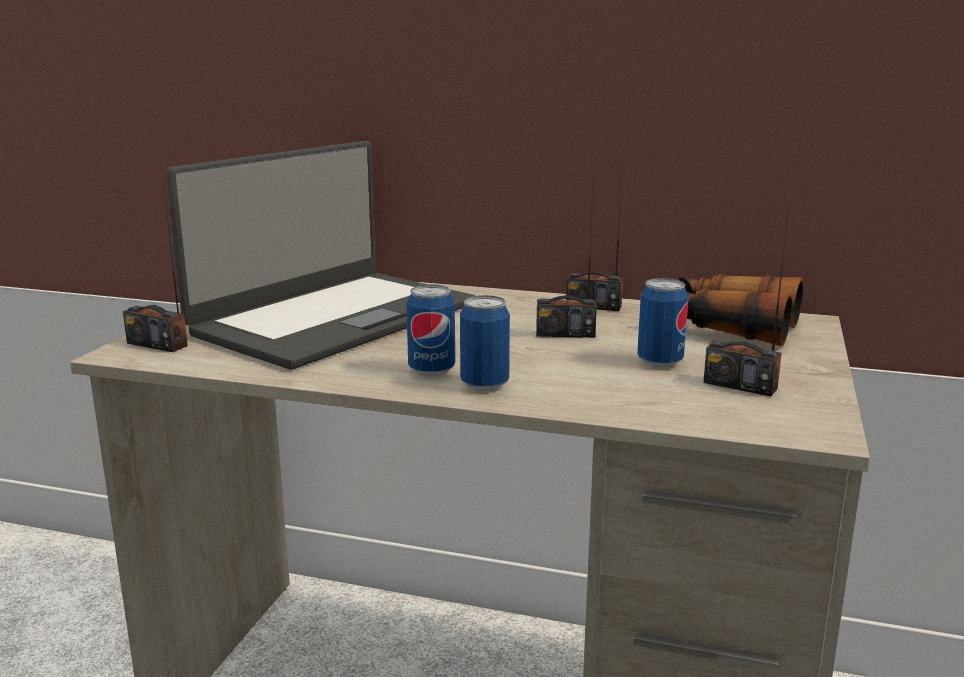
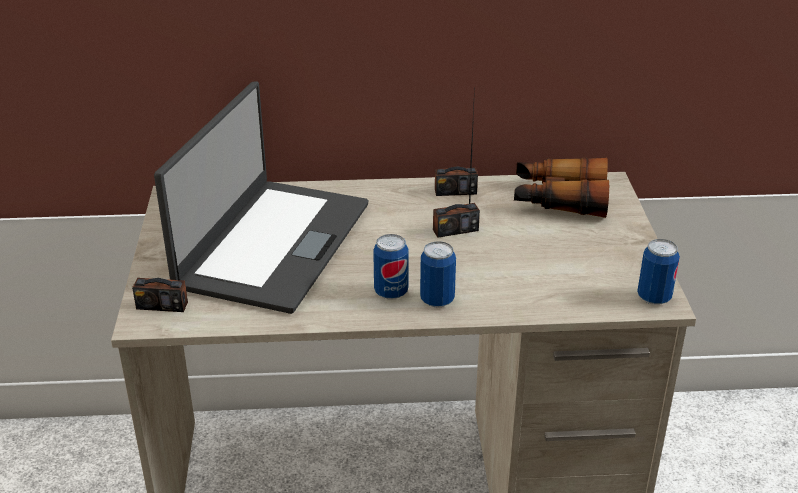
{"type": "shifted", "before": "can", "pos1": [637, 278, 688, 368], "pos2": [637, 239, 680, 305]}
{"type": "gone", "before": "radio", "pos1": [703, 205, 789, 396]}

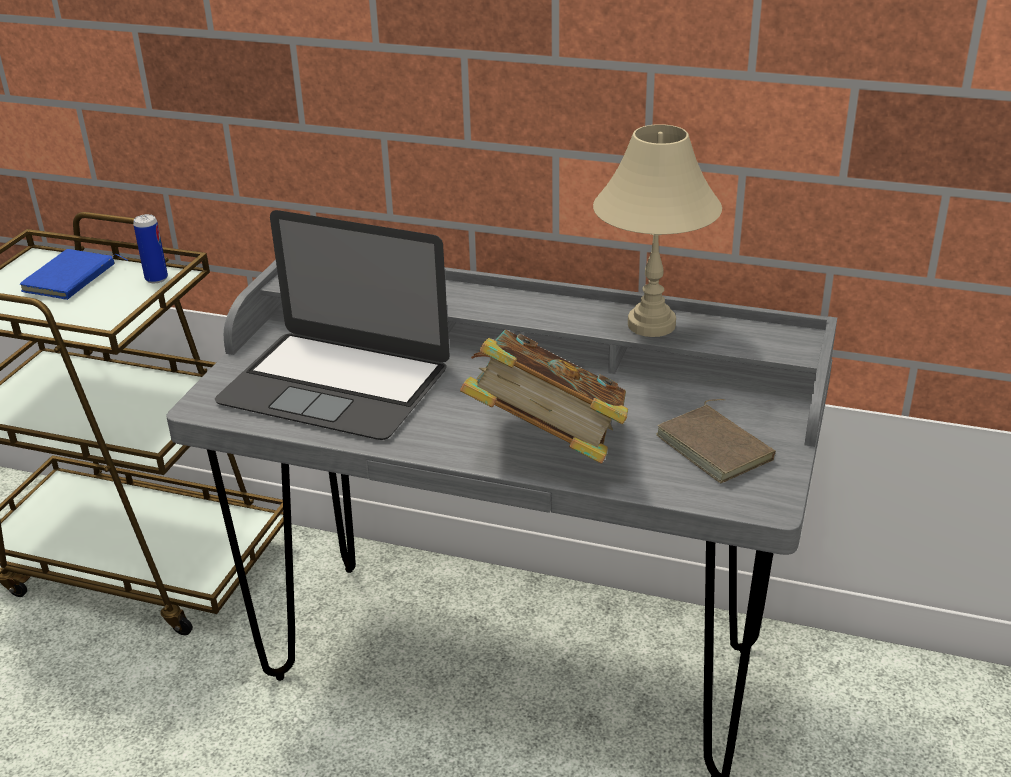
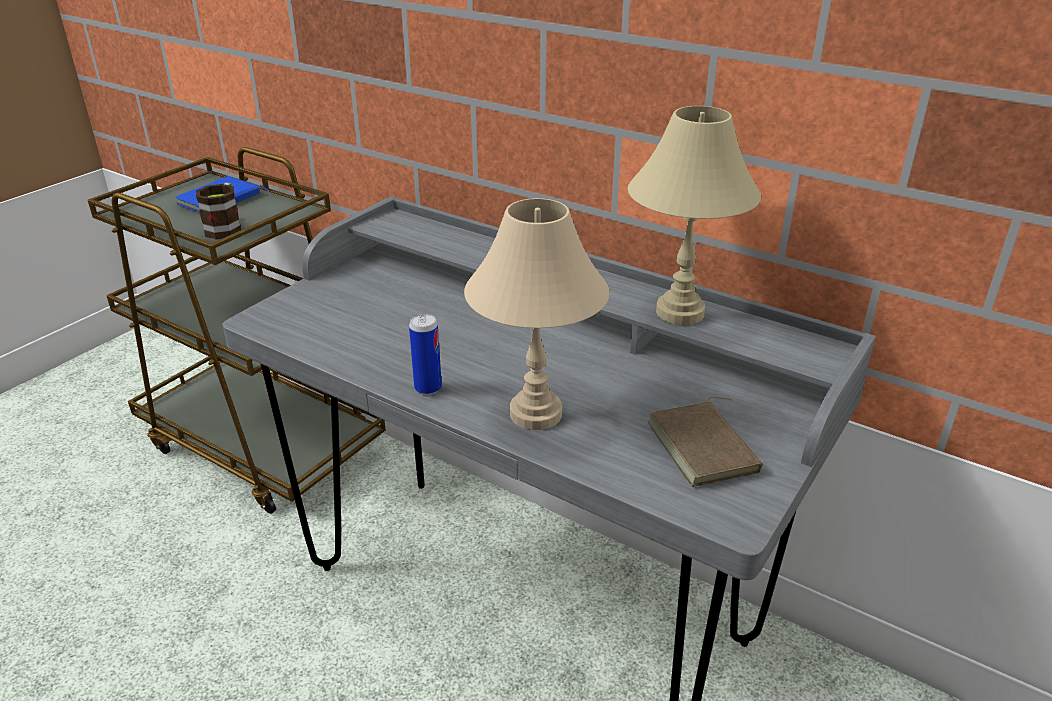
{"type": "shifted", "before": "can", "pos1": [133, 214, 168, 283], "pos2": [409, 314, 442, 395]}
{"type": "gone", "before": "laptop", "pos1": [215, 210, 450, 440]}
{"type": "swapped", "before": "book", "after": "table lamp/beige", "pos1": [460, 330, 628, 464], "pos2": [464, 198, 610, 430]}
{"type": "new", "after": "mug", "pos2": [196, 183, 242, 239]}

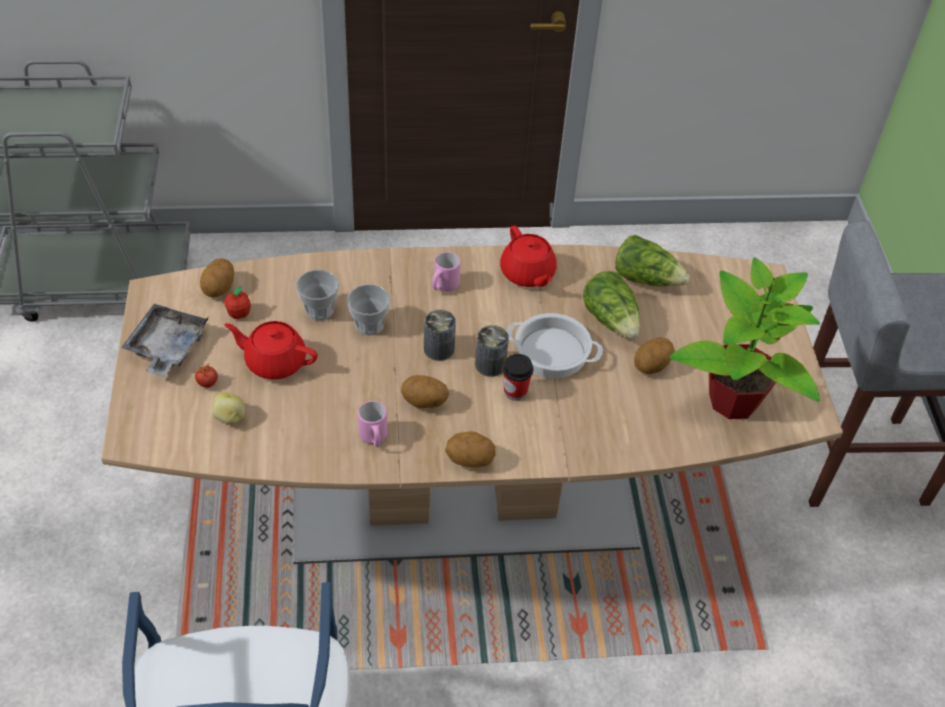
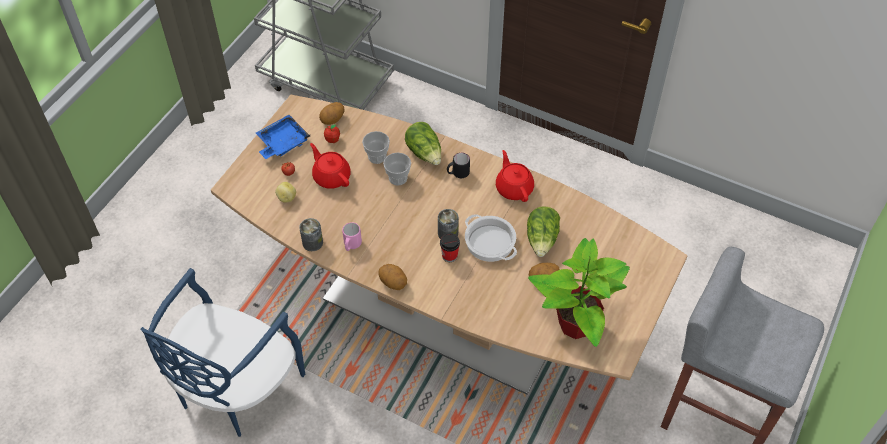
{"type": "repainted", "before": "tray/grey", "after": "tray/blue", "pos1": [121, 304, 208, 377], "pos2": [256, 115, 310, 159]}
{"type": "gone", "before": "potato", "pos1": [401, 375, 449, 408]}
{"type": "shifted", "before": "can", "pos1": [424, 310, 456, 361], "pos2": [299, 218, 323, 251]}
{"type": "repainted", "before": "mug/pink", "after": "mug/black", "pos1": [432, 252, 461, 291], "pos2": [447, 153, 470, 178]}
{"type": "rotated", "before": "teapot/red", "pos1": [500, 226, 557, 287], "pos2": [496, 150, 534, 202], "turn": 150}
{"type": "shifted", "before": "lettuce", "pos1": [615, 235, 690, 286], "pos2": [405, 122, 441, 165]}

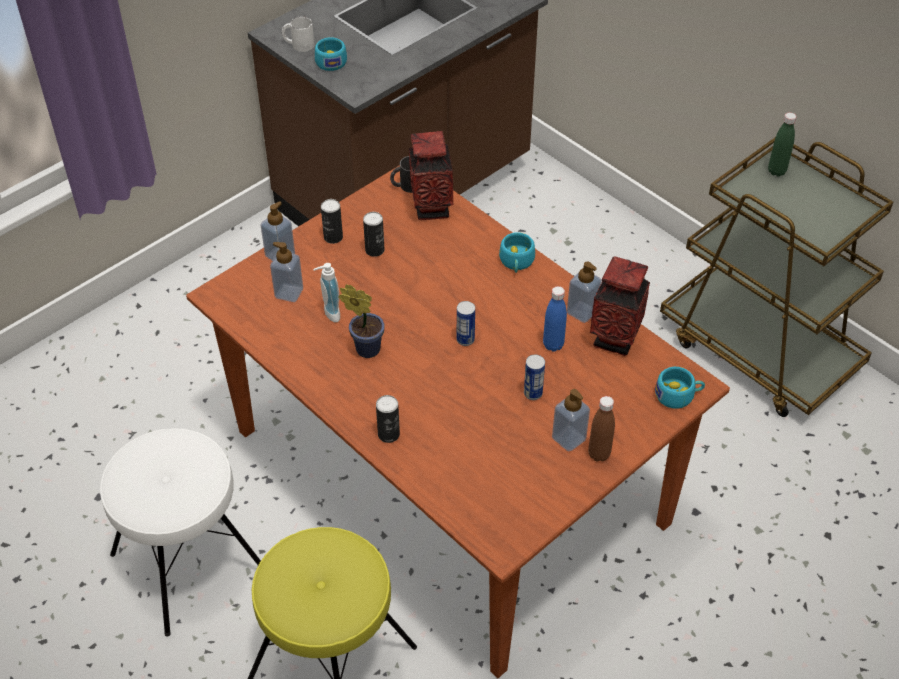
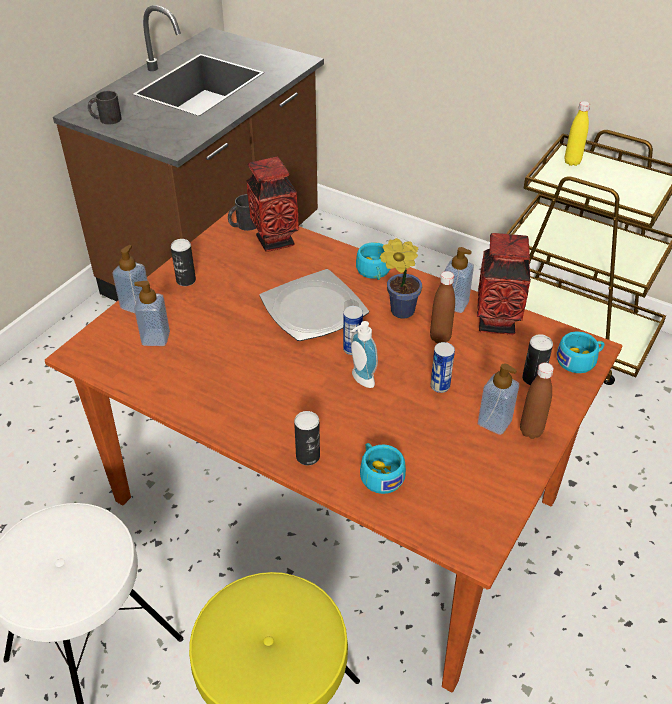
{"type": "repainted", "before": "mug/white", "after": "mug/black", "pos1": [282, 16, 314, 52], "pos2": [88, 91, 122, 125]}
{"type": "shifted", "before": "soap dispenser", "pos1": [313, 263, 340, 322], "pos2": [351, 321, 378, 388]}
{"type": "shifted", "before": "cup/turquoise", "pos1": [315, 37, 347, 71], "pos2": [360, 443, 406, 494]}
{"type": "shifted", "before": "potted plant", "pos1": [339, 284, 385, 358], "pos2": [380, 238, 422, 319]}
{"type": "shifted", "before": "can", "pos1": [363, 212, 385, 257], "pos2": [522, 334, 553, 385]}
{"type": "repainted", "before": "bottle/blue", "after": "bottle/brown", "pos1": [543, 286, 567, 352], "pos2": [430, 271, 455, 343]}
{"type": "repainted", "before": "bottle/green", "after": "bottle/yellow", "pos1": [768, 112, 796, 176], "pos2": [564, 101, 590, 166]}
{"type": "new", "after": "plate", "pos2": [259, 269, 369, 341]}

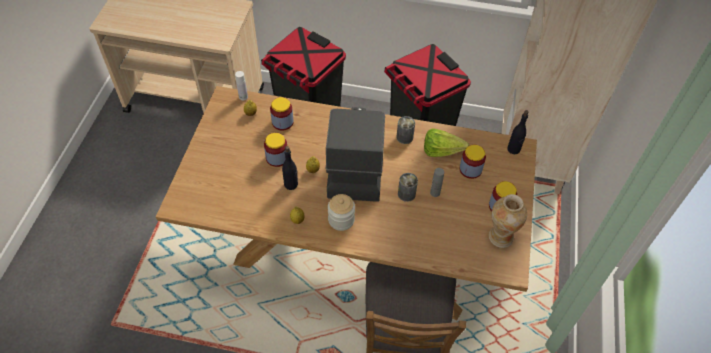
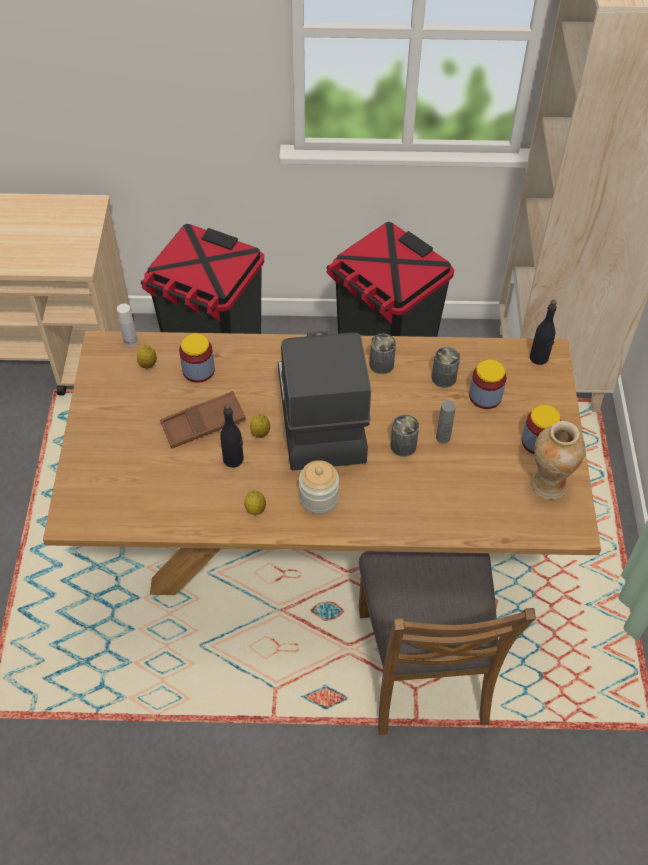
{"type": "swapped", "before": "jar", "after": "tray/brown", "pos1": [264, 133, 287, 167], "pos2": [160, 391, 246, 448]}
{"type": "swapped", "before": "lettuce", "after": "can", "pos1": [424, 128, 469, 157], "pos2": [432, 347, 460, 388]}

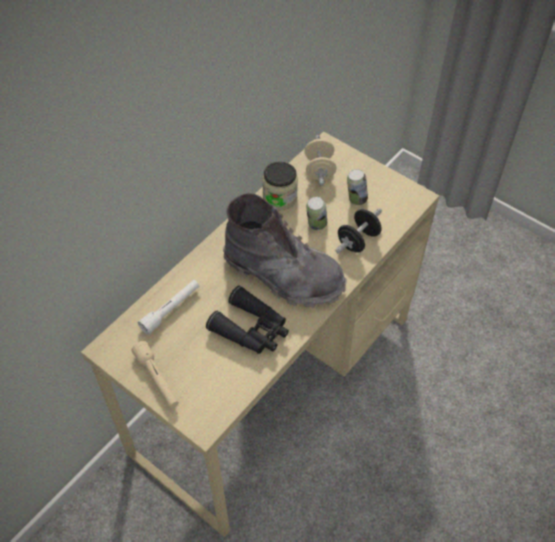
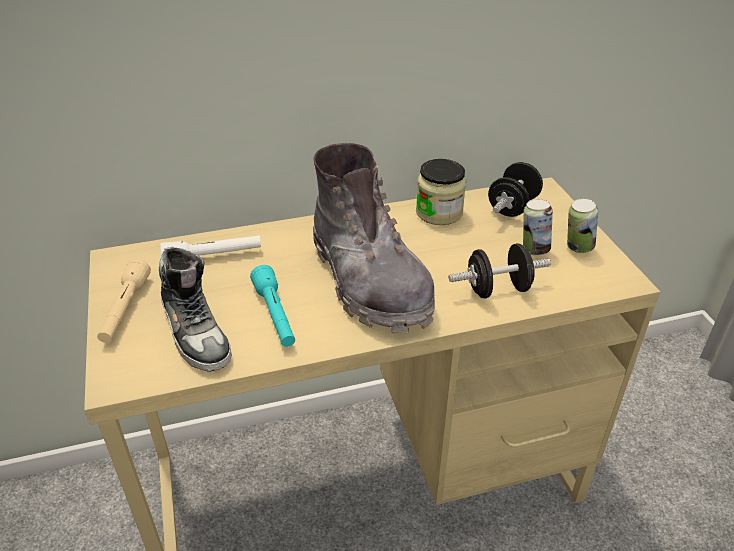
{"type": "swapped", "before": "binoculars/black", "after": "flashlight/turquoise", "pos1": [206, 286, 289, 354], "pos2": [250, 265, 295, 347]}
{"type": "repainted", "before": "dumbbell/beige", "after": "dumbbell/black", "pos1": [304, 135, 337, 186], "pos2": [488, 162, 543, 217]}
{"type": "shifted", "before": "can", "pos1": [306, 197, 327, 230], "pos2": [567, 198, 598, 253]}
{"type": "new", "after": "shoe", "pos2": [159, 247, 232, 372]}

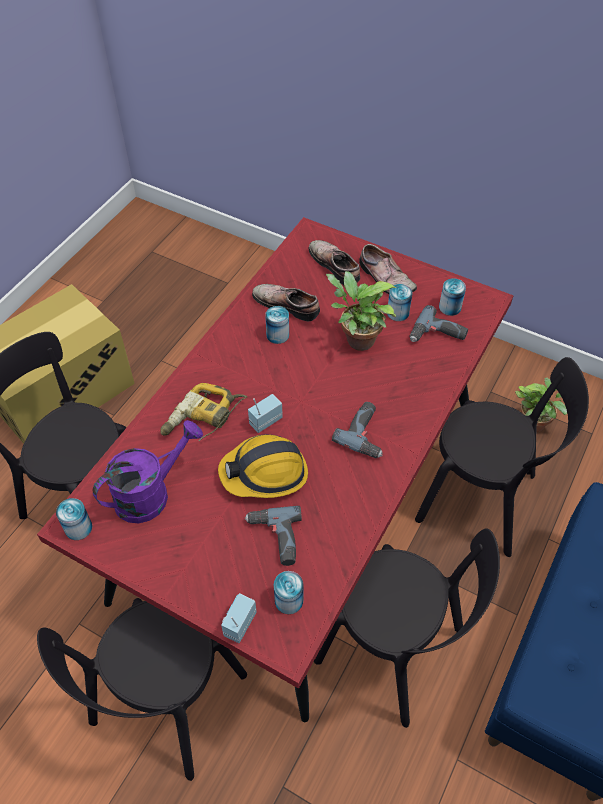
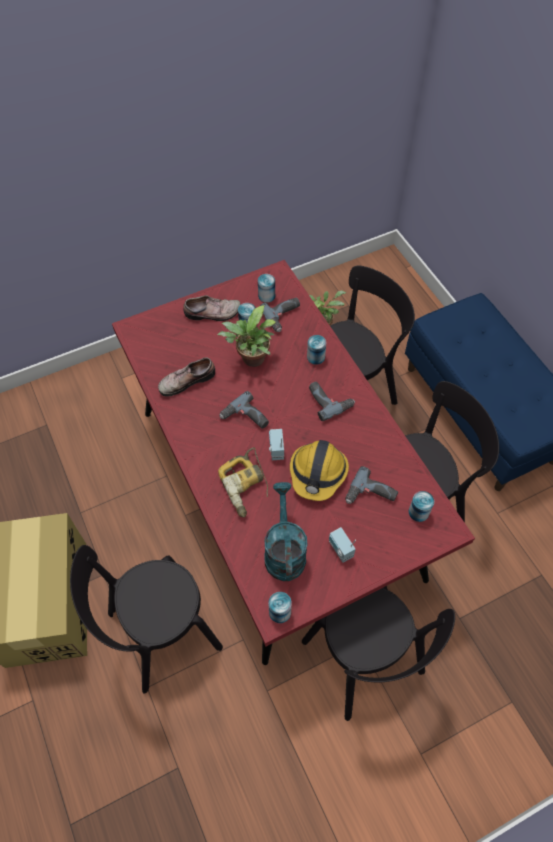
{"type": "repainted", "before": "watering can/purple", "after": "watering can/turquoise", "pos1": [93, 420, 203, 523], "pos2": [264, 482, 308, 581]}
{"type": "shifted", "before": "radio", "pos1": [221, 593, 257, 643], "pos2": [329, 527, 356, 563]}
{"type": "shifted", "before": "can", "pos1": [265, 306, 289, 344], "pos2": [307, 335, 326, 365]}
{"type": "gone", "before": "shoe", "pos1": [309, 240, 360, 285]}
{"type": "new", "after": "power drill", "pos2": [219, 391, 269, 428]}

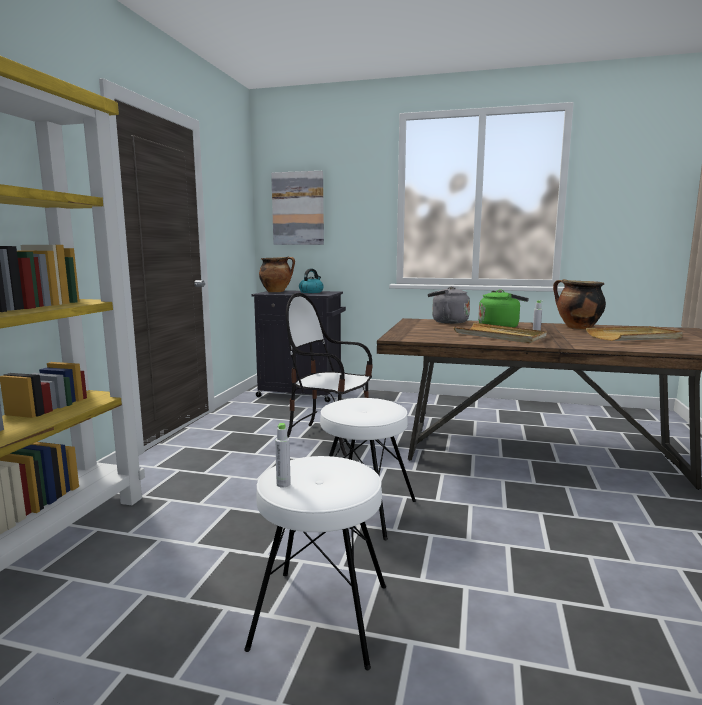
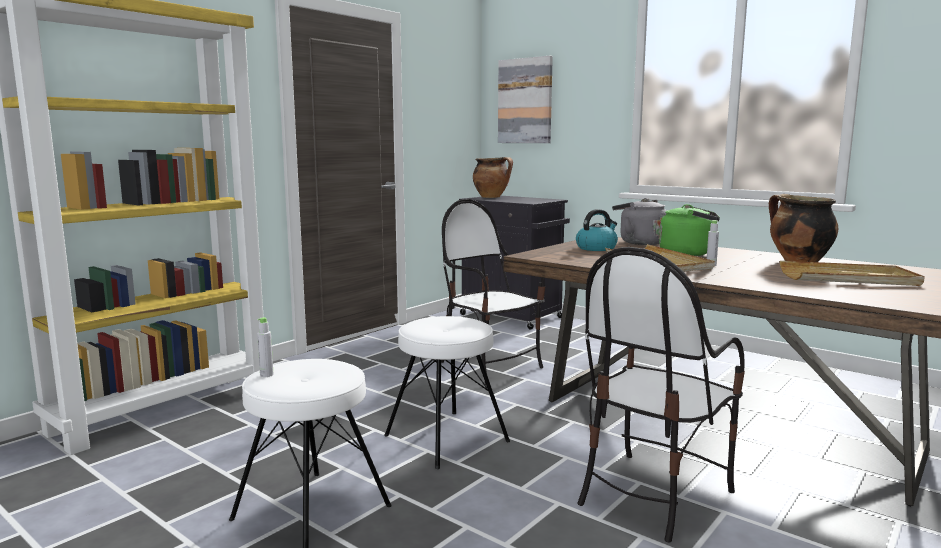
{"type": "shifted", "before": "kettle", "pos1": [299, 269, 324, 293], "pos2": [576, 209, 618, 251]}
{"type": "new", "after": "chair", "pos2": [577, 247, 745, 542]}

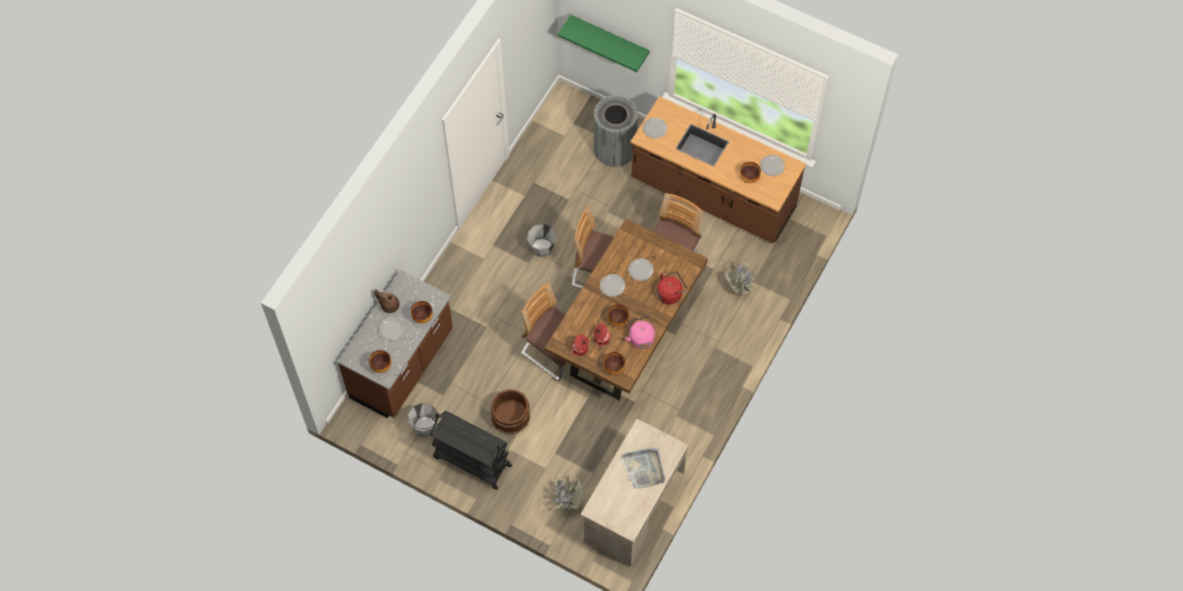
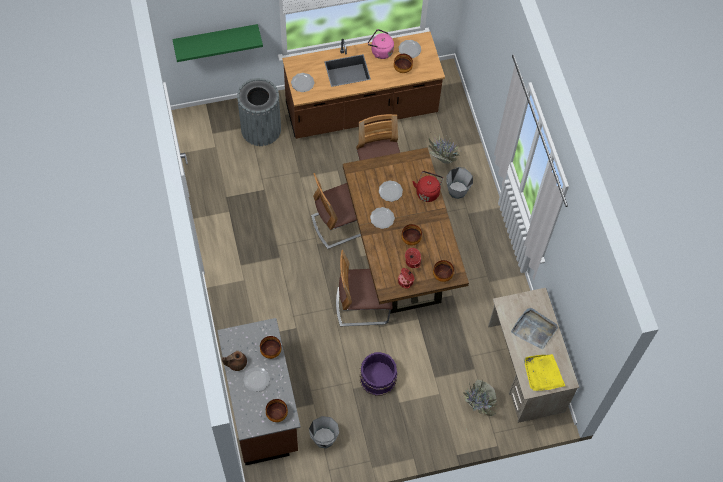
{"type": "gone", "before": "cart/black", "pos1": [430, 411, 512, 490]}
{"type": "repainted", "before": "bucket/brown", "after": "bucket/purple", "pos1": [490, 389, 531, 435], "pos2": [359, 352, 398, 396]}
{"type": "shifted", "before": "bucket/grey", "pos1": [527, 223, 556, 257], "pos2": [446, 167, 473, 199]}
{"type": "shifted", "before": "kettle/pink", "pos1": [625, 316, 655, 349], "pos2": [368, 29, 394, 59]}
{"type": "new", "after": "tray/yellow", "pos2": [524, 354, 565, 391]}

